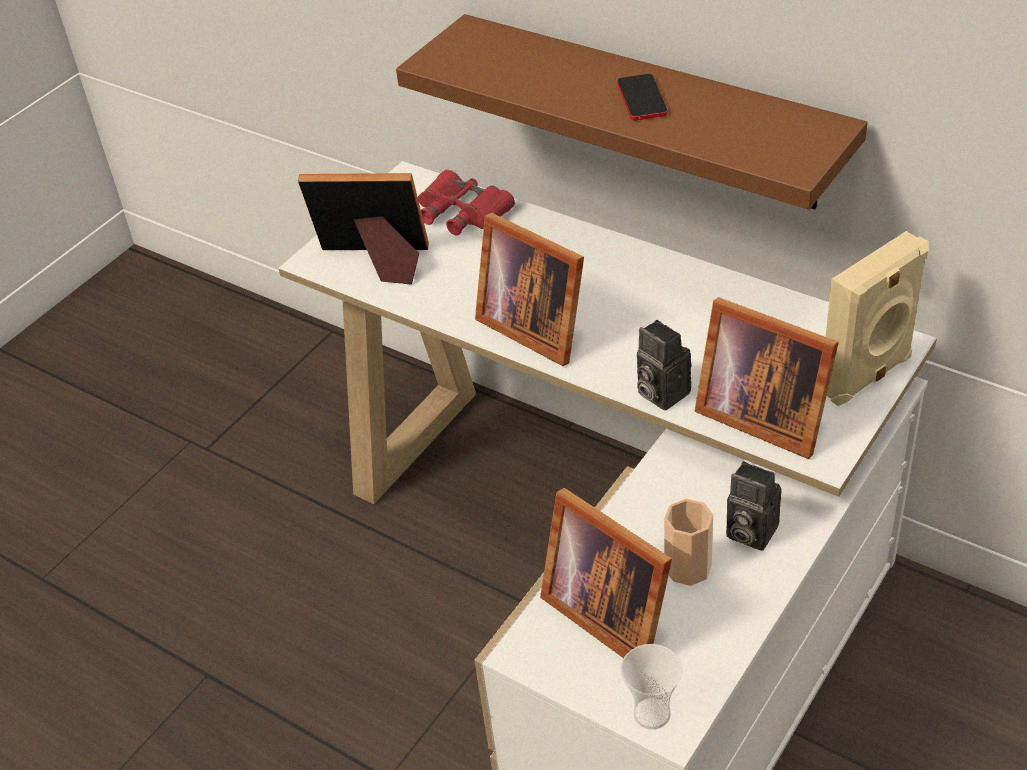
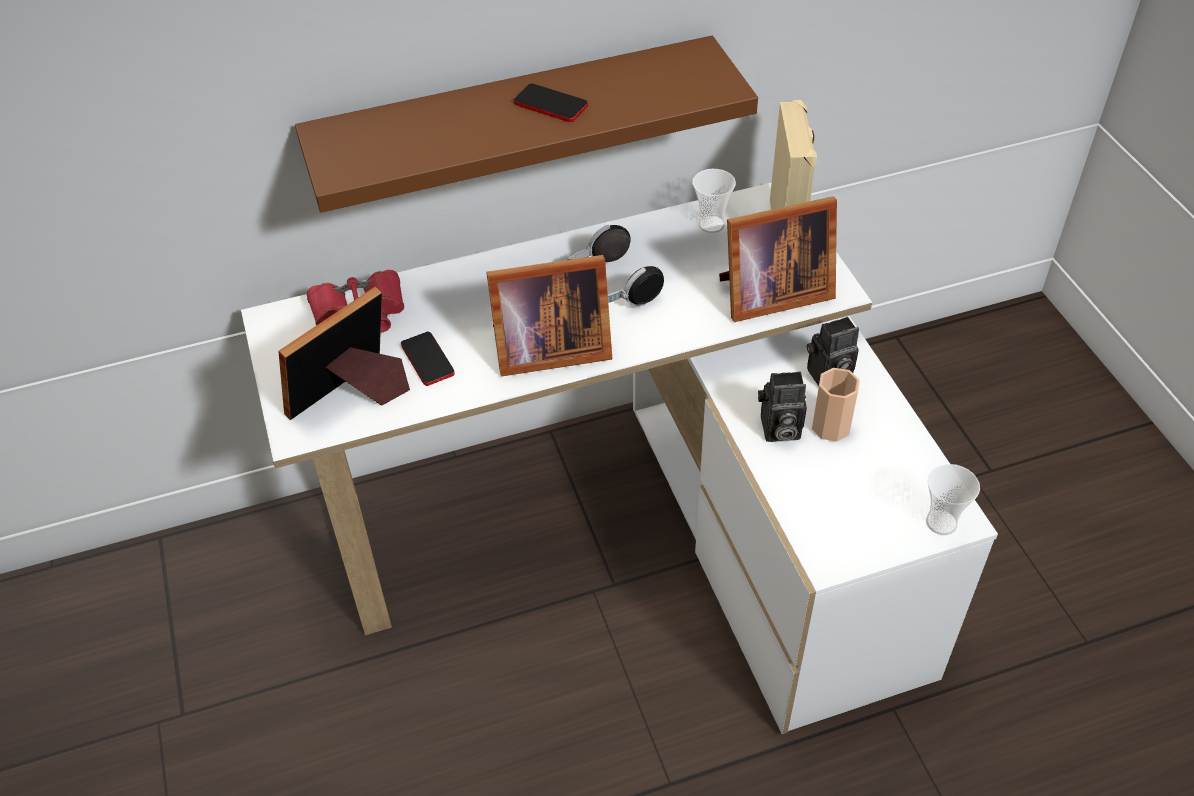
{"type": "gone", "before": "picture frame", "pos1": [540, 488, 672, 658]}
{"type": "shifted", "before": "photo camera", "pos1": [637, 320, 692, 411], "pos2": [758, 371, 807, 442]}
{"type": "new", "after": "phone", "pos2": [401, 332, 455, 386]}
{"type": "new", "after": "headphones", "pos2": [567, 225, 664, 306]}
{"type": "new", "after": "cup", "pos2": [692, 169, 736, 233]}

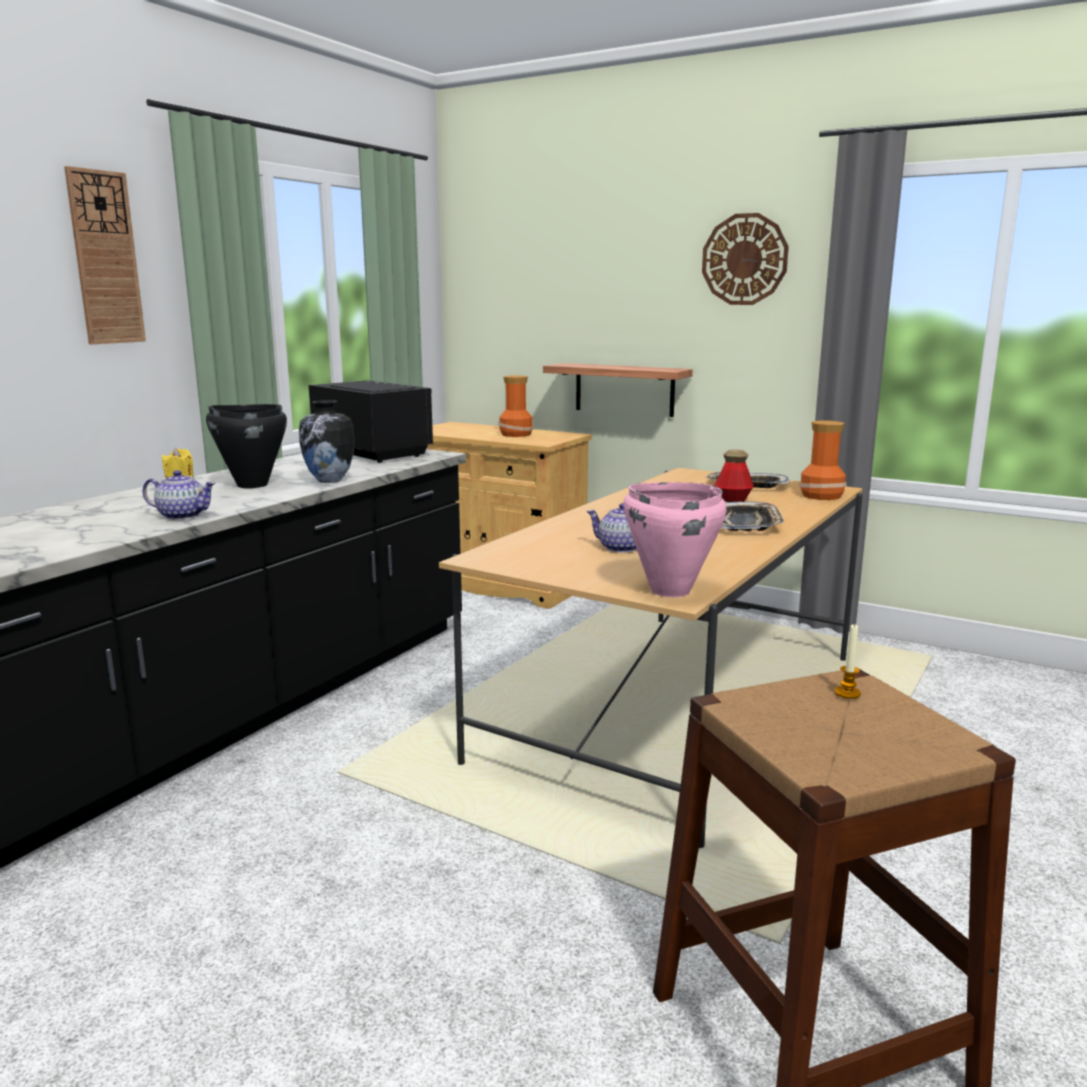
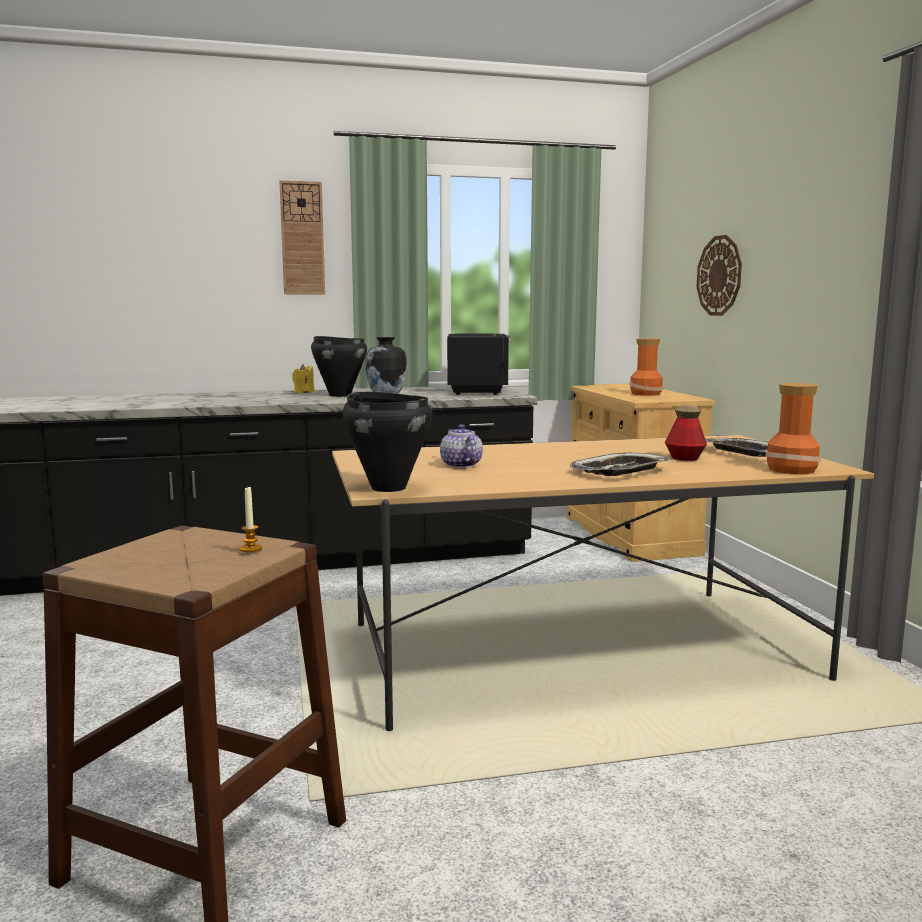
{"type": "gone", "before": "teapot", "pos1": [142, 470, 216, 520]}
{"type": "gone", "before": "shelf", "pos1": [543, 363, 693, 417]}
{"type": "repainted", "before": "cooking pot/pink", "after": "cooking pot/black", "pos1": [623, 482, 727, 597], "pos2": [343, 392, 433, 492]}
{"type": "shifted", "before": "wall clock", "pos1": [702, 213, 789, 305], "pos2": [697, 235, 742, 316]}

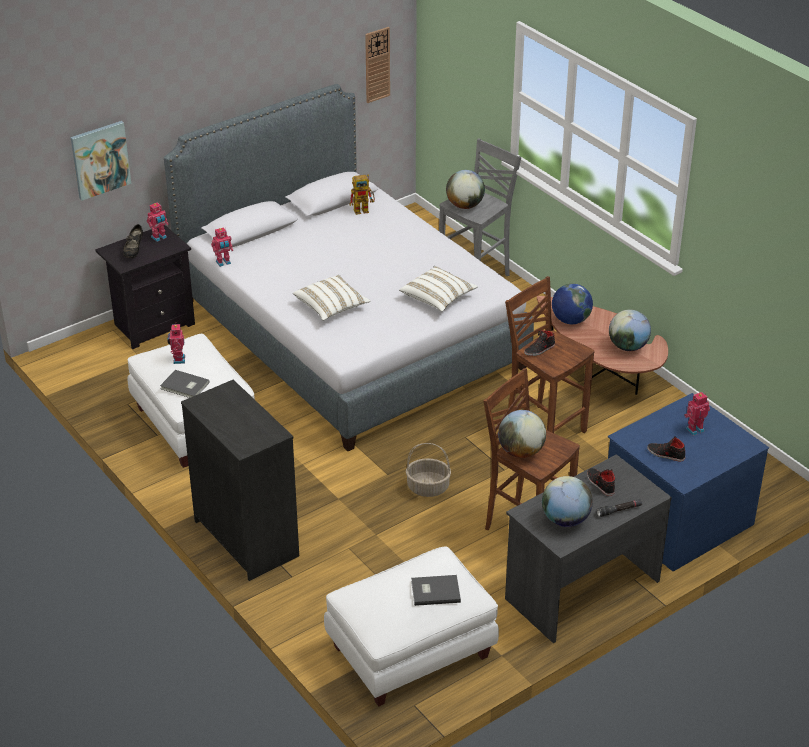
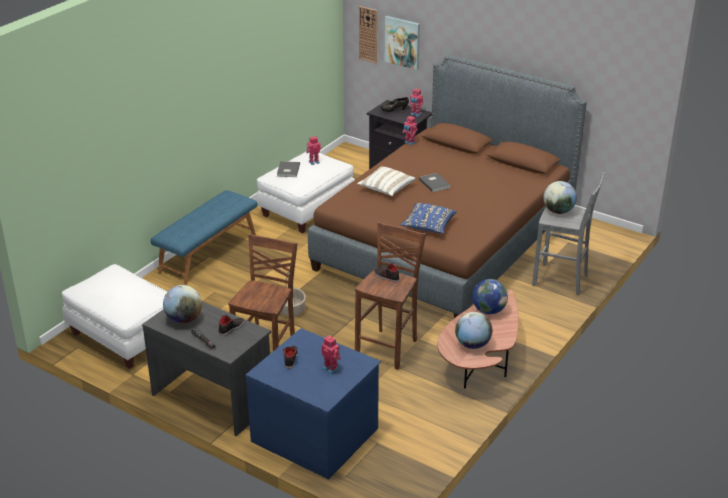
{"type": "repainted", "before": "bed/grey", "after": "bed/brown", "pos1": [164, 84, 534, 451], "pos2": [308, 55, 587, 318]}
{"type": "swapped", "before": "dresser/black", "after": "bench/blue", "pos1": [181, 380, 299, 581], "pos2": [150, 190, 257, 285]}
{"type": "gone", "before": "toy robot", "pos1": [349, 174, 375, 215]}
{"type": "shifted", "before": "wall clock", "pos1": [365, 27, 390, 103], "pos2": [359, 6, 377, 63]}
{"type": "repainted", "before": "pillow/white", "after": "pillow/blue", "pos1": [399, 266, 478, 312], "pos2": [401, 203, 457, 234]}
{"type": "shifted", "before": "book/grey", "pos1": [411, 575, 461, 606], "pos2": [419, 173, 451, 192]}
{"type": "gone", "before": "globe", "pos1": [498, 410, 546, 458]}

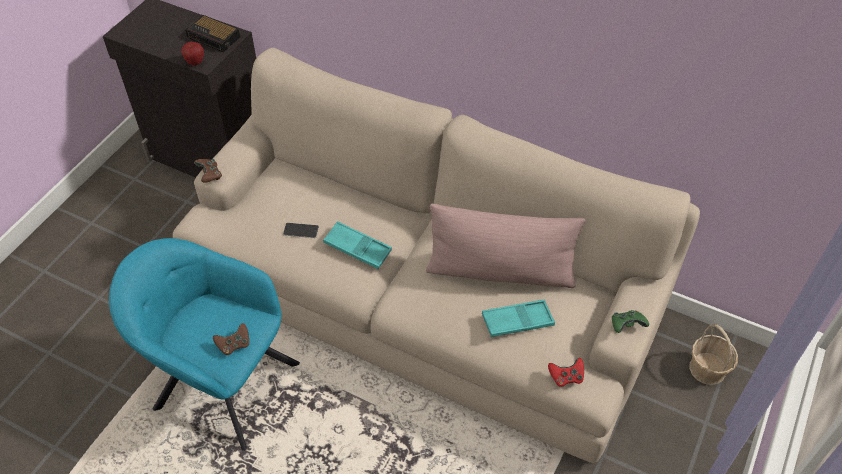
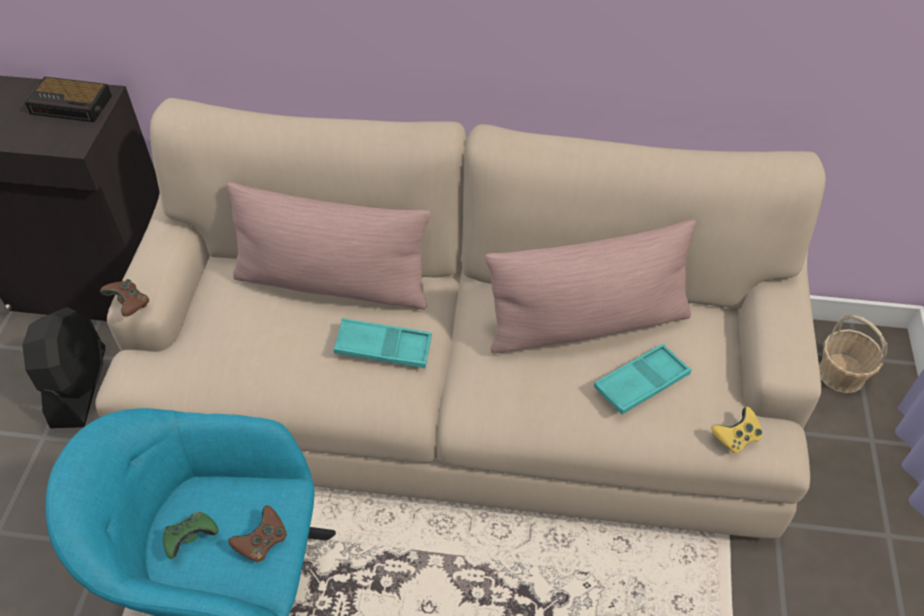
{"type": "gone", "before": "apple", "pos1": [181, 42, 204, 66]}
{"type": "gone", "before": "phone", "pos1": [283, 223, 319, 238]}
{"type": "repainted", "before": "game controller/red", "after": "game controller/yellow", "pos1": [548, 358, 584, 387], "pos2": [711, 406, 762, 453]}
{"type": "shifted", "before": "game controller/green", "pos1": [612, 310, 649, 333], "pos2": [163, 512, 219, 559]}
{"type": "new", "after": "fan/black", "pos2": [22, 307, 105, 428]}
{"type": "new", "after": "pillow/pink", "pos2": [227, 182, 431, 310]}

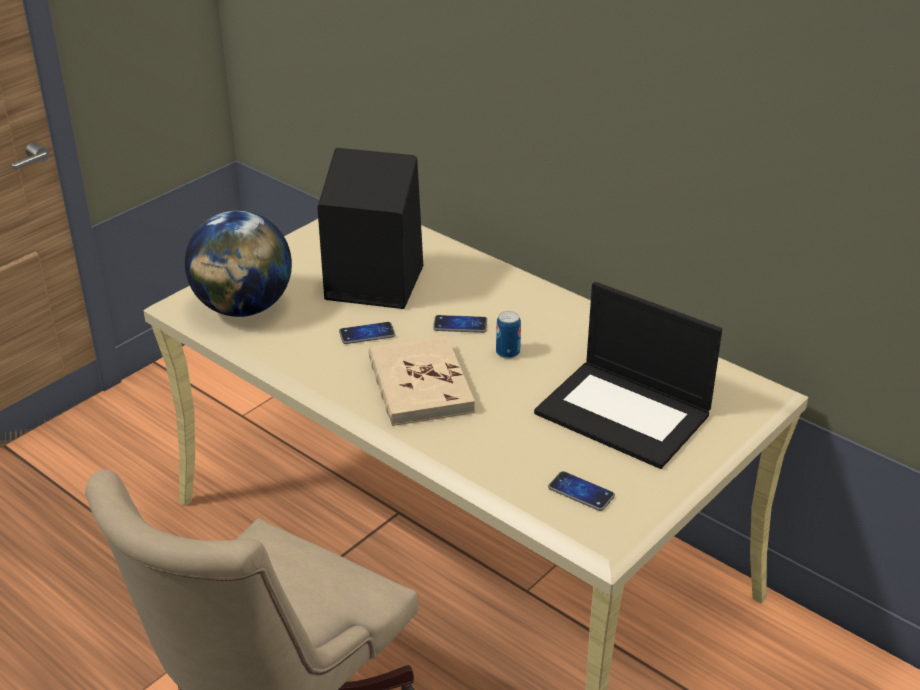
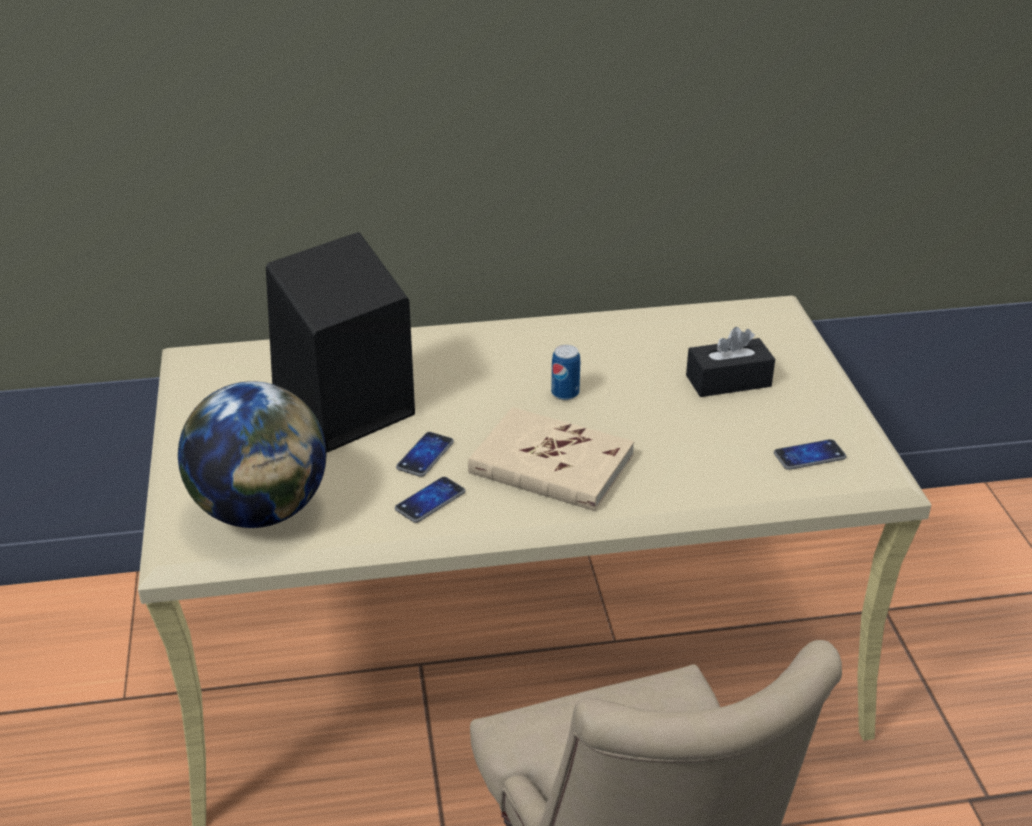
{"type": "shifted", "before": "phone", "pos1": [433, 315, 487, 333], "pos2": [395, 477, 465, 523]}
{"type": "swapped", "before": "laptop", "after": "tissue box/black", "pos1": [534, 282, 722, 469], "pos2": [686, 327, 775, 397]}

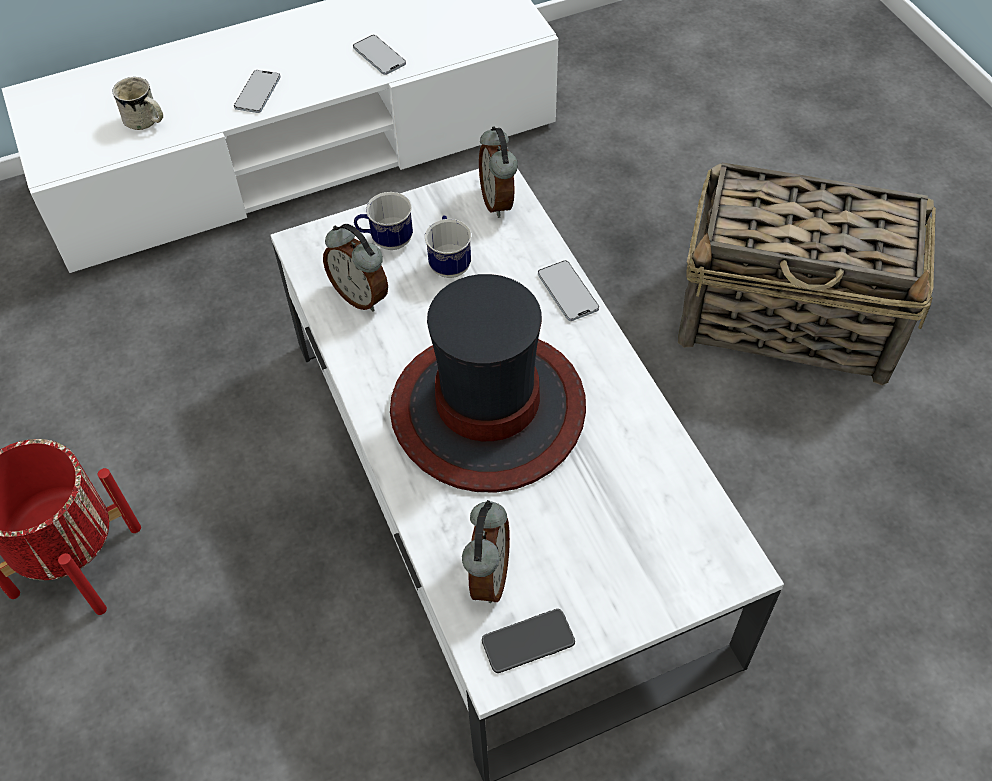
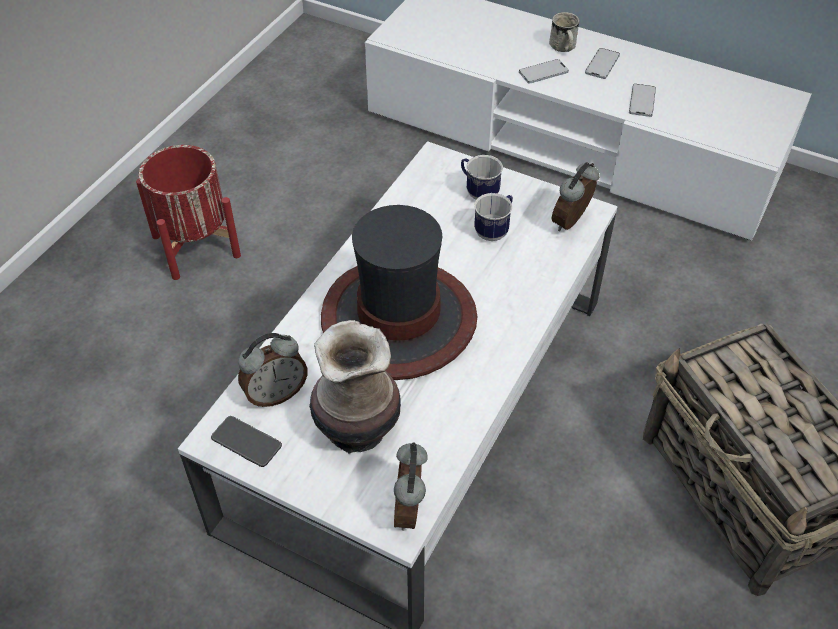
{"type": "shifted", "before": "mug/white", "pos1": [112, 77, 163, 130], "pos2": [549, 12, 580, 52]}
{"type": "shifted", "before": "alarm clock", "pos1": [323, 224, 388, 312], "pos2": [394, 442, 428, 531]}
{"type": "shifted", "before": "phone", "pos1": [538, 260, 599, 321], "pos2": [585, 48, 620, 79]}
{"type": "new", "after": "vase", "pos2": [309, 320, 401, 454]}

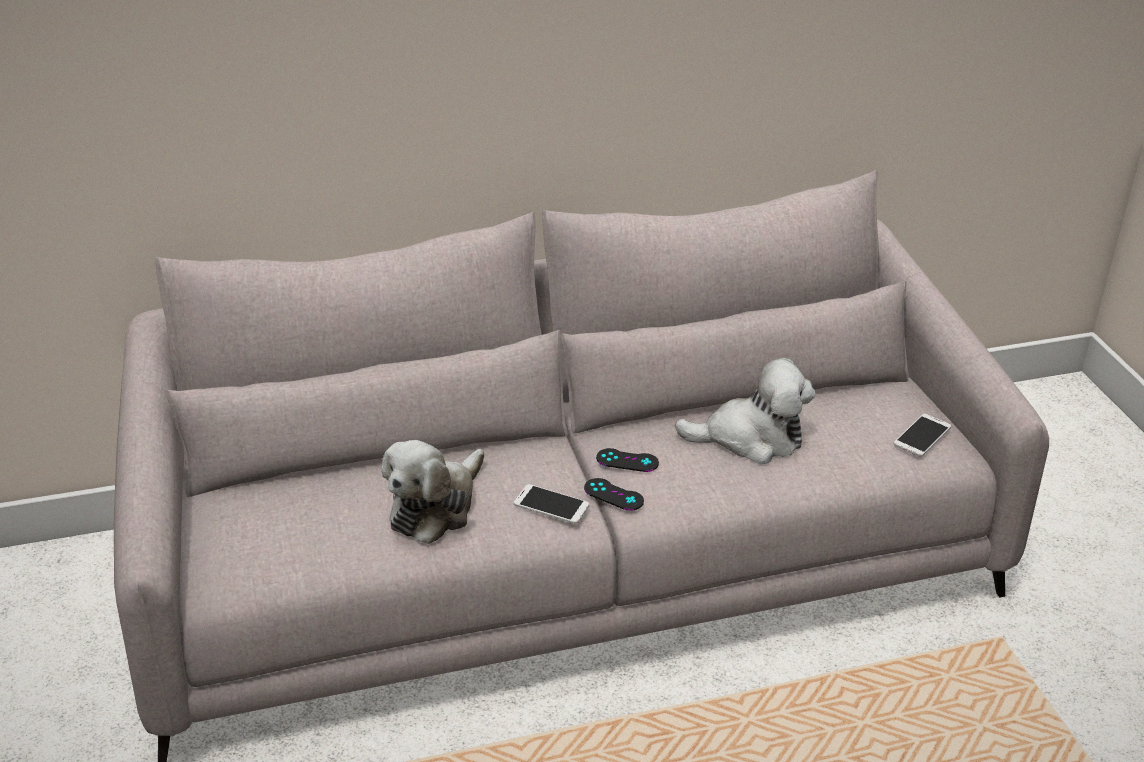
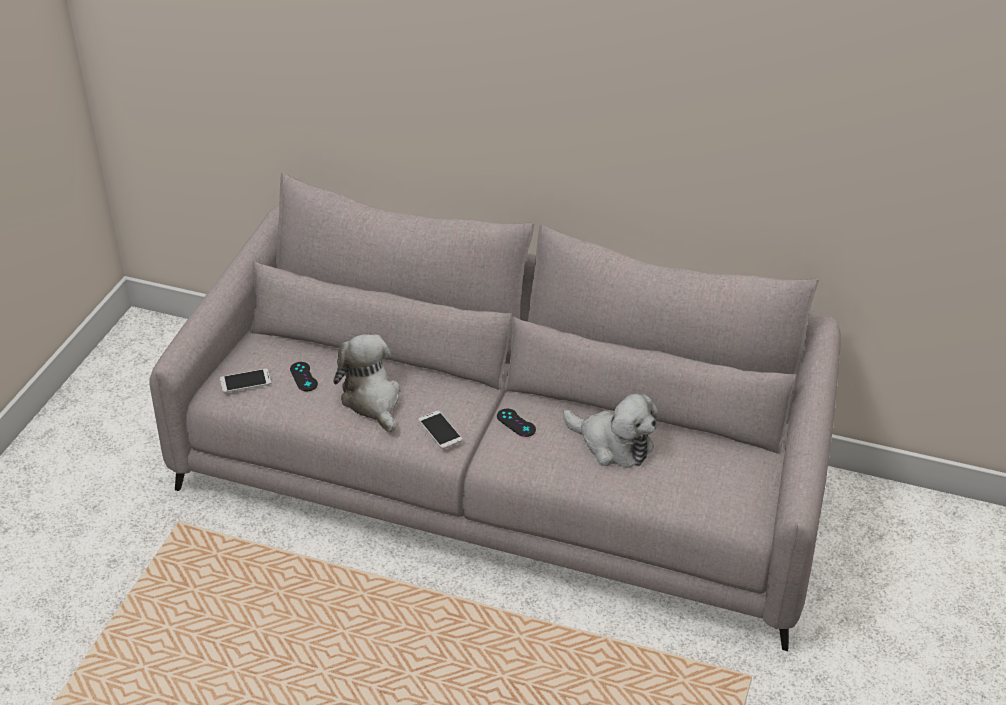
{"type": "rotated", "before": "plush toy", "pos1": [381, 440, 484, 544], "pos2": [334, 335, 401, 432], "turn": 90}
{"type": "shifted", "before": "game controller/black", "pos1": [584, 478, 644, 511], "pos2": [290, 362, 318, 391]}
{"type": "shifted", "before": "phone", "pos1": [894, 414, 951, 457], "pos2": [219, 369, 271, 393]}

